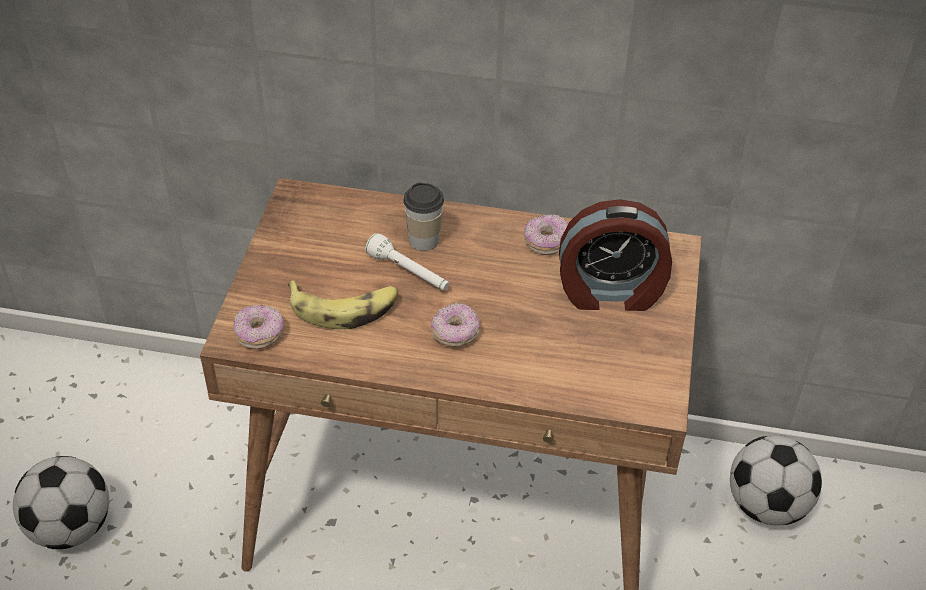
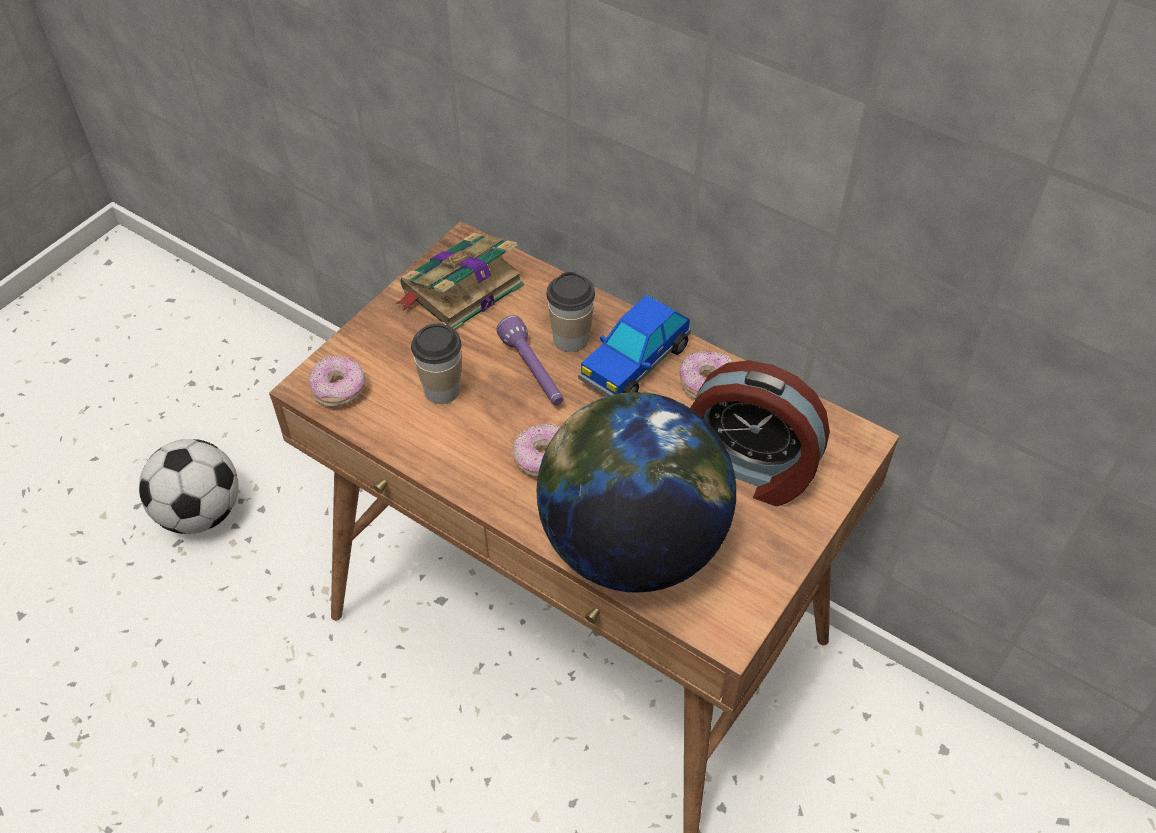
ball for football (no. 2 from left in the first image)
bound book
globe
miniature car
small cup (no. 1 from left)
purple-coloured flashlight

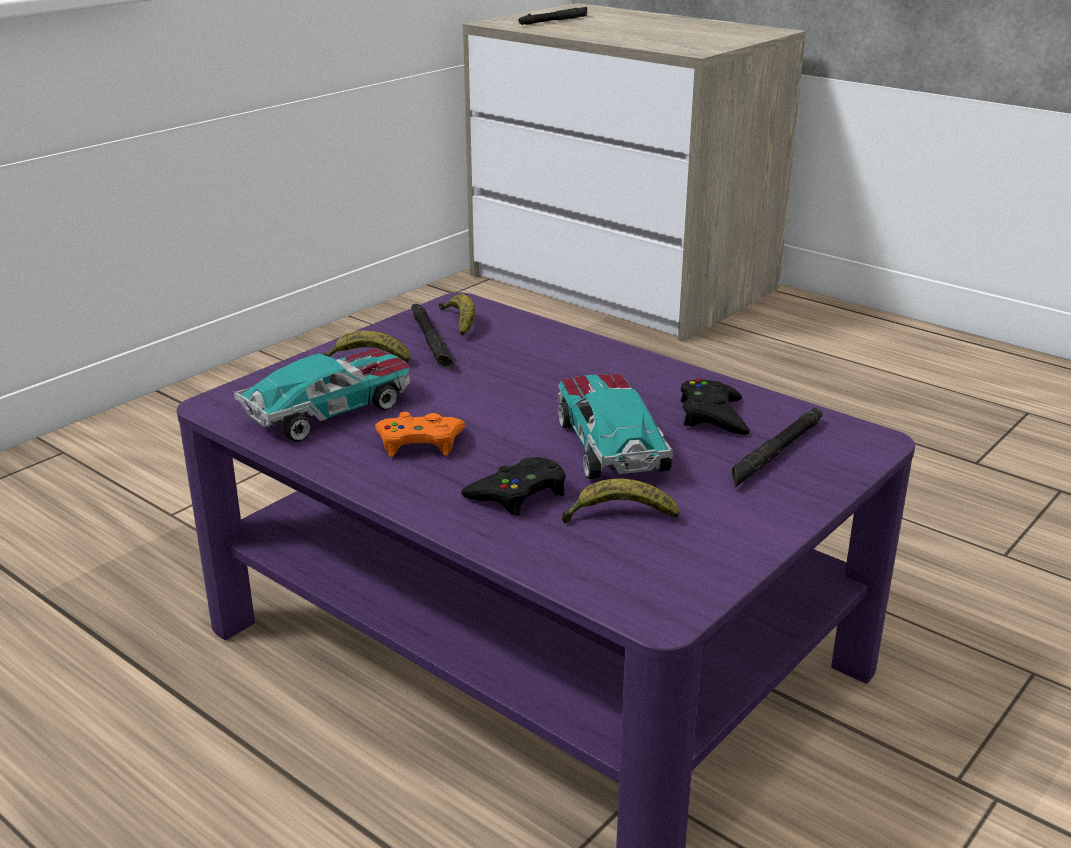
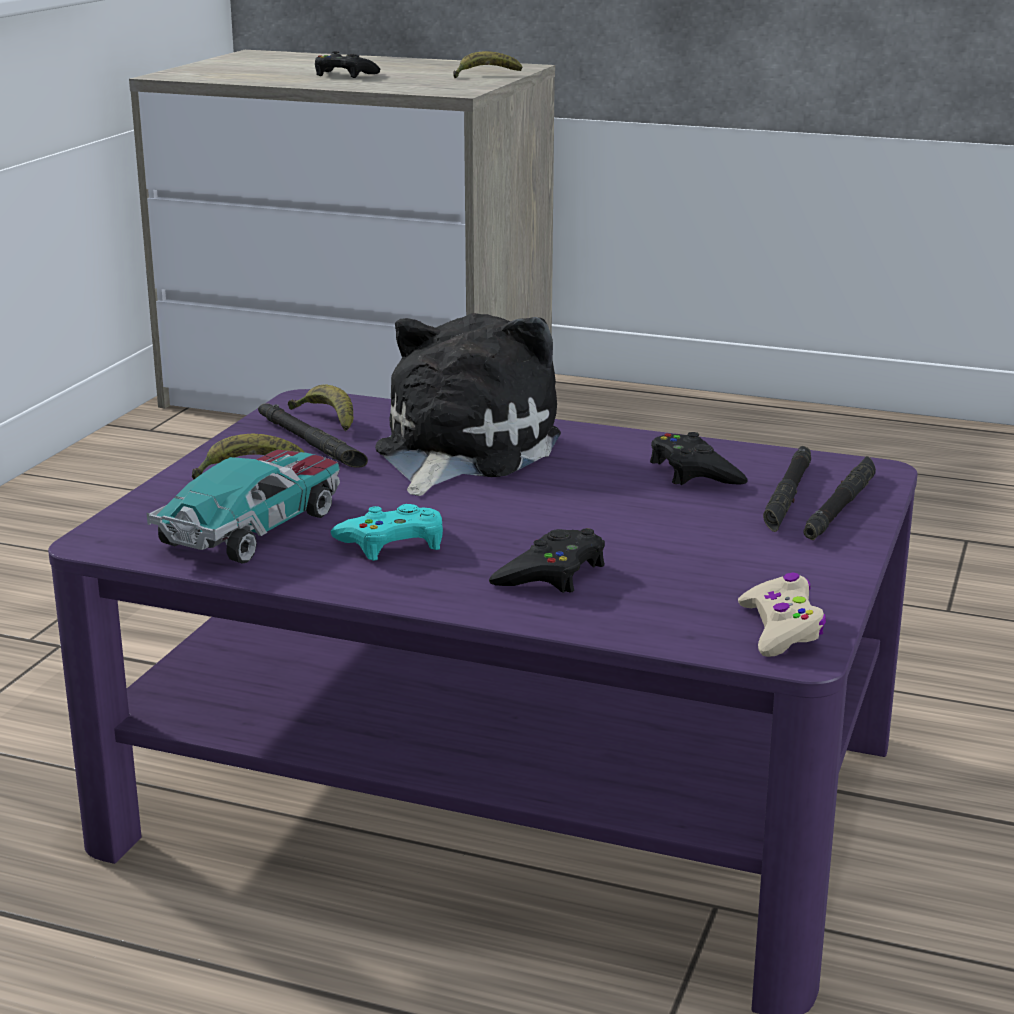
miniature car (no. 2 from left in the first image)
black game controller (no. 1 from left)
plush toy
beige-coloured game controller
black flashlight (no. 3 from left)
banana fruit (no. 3 from left)
blue-green game controller

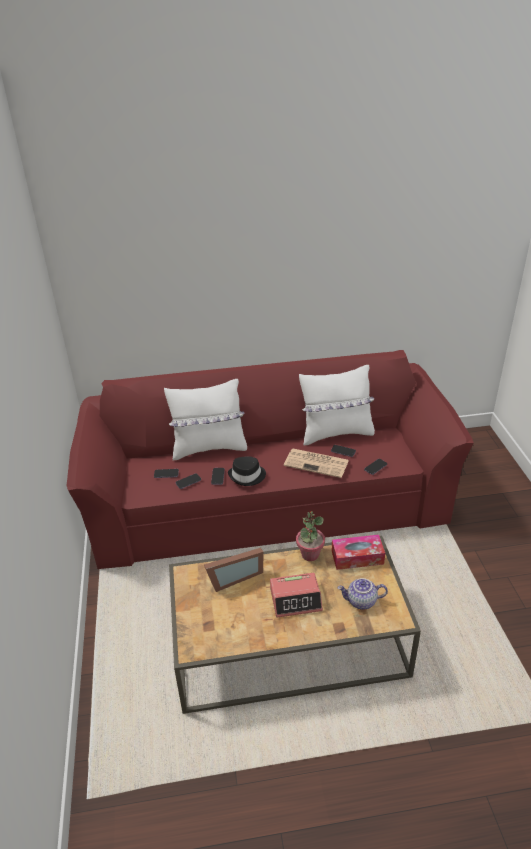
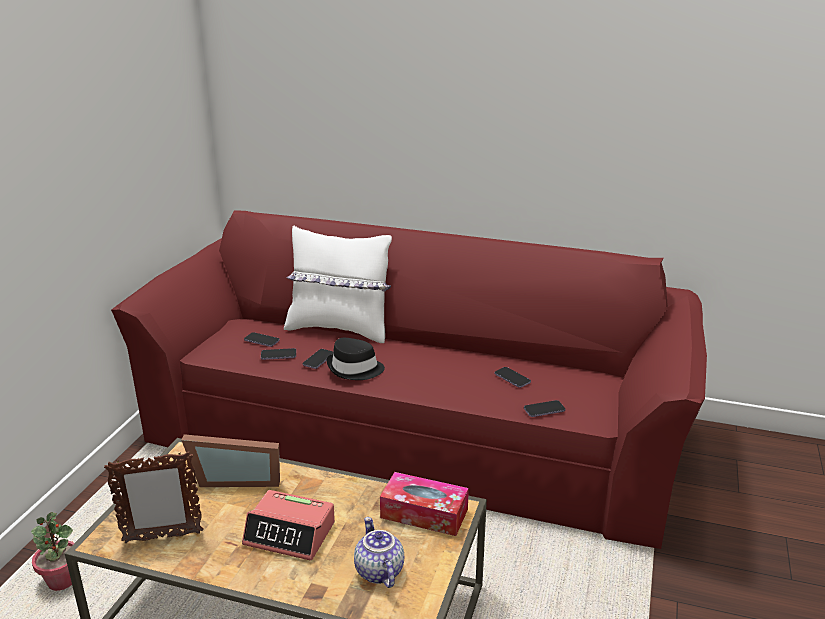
printed paper
whitish cushion (no. 2 from left in the first image)
standing frame (no. 1 from left)
potted plant
tea pot

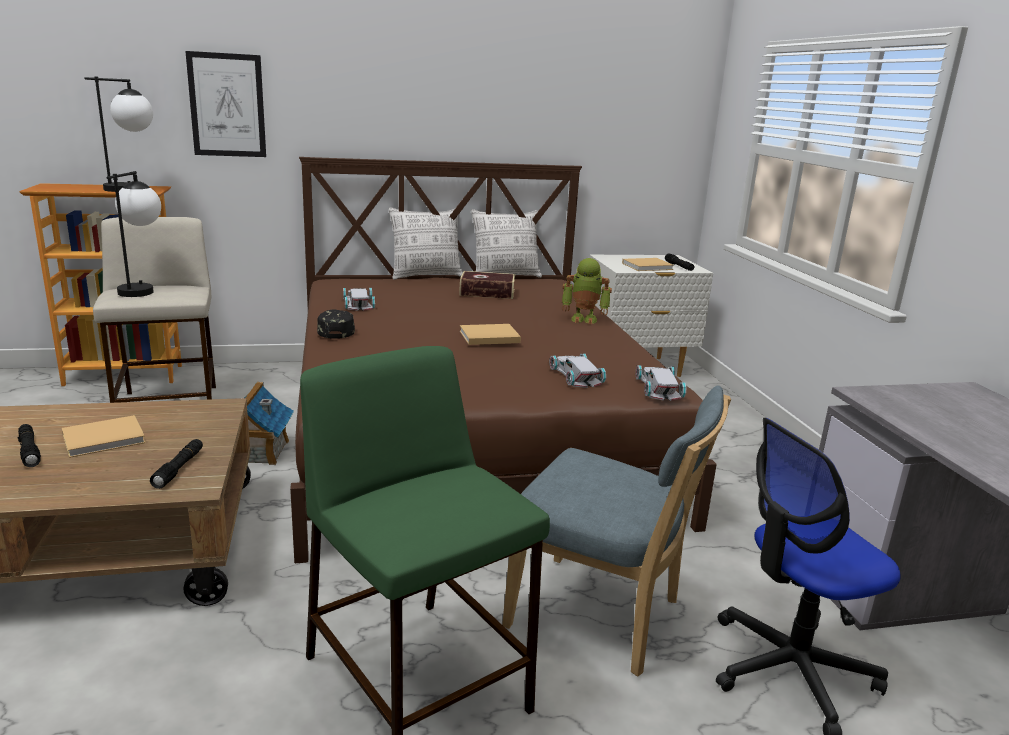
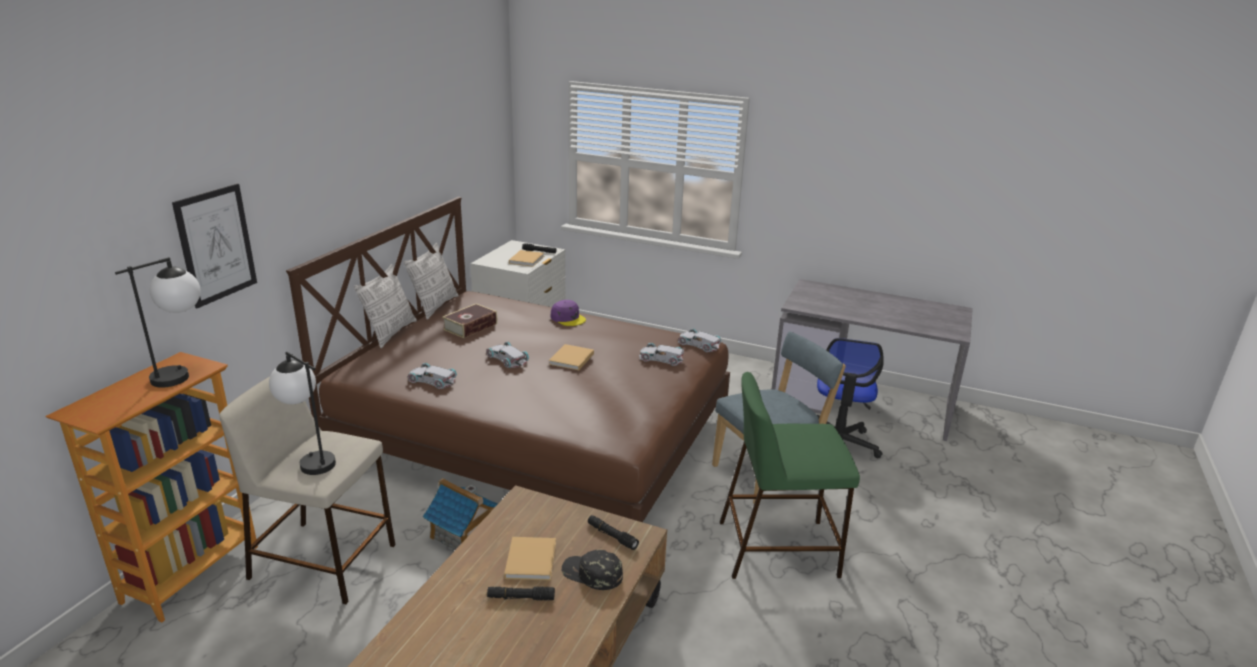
whitish miniature car (no. 2 from left)
black cap
purple-coloured cap

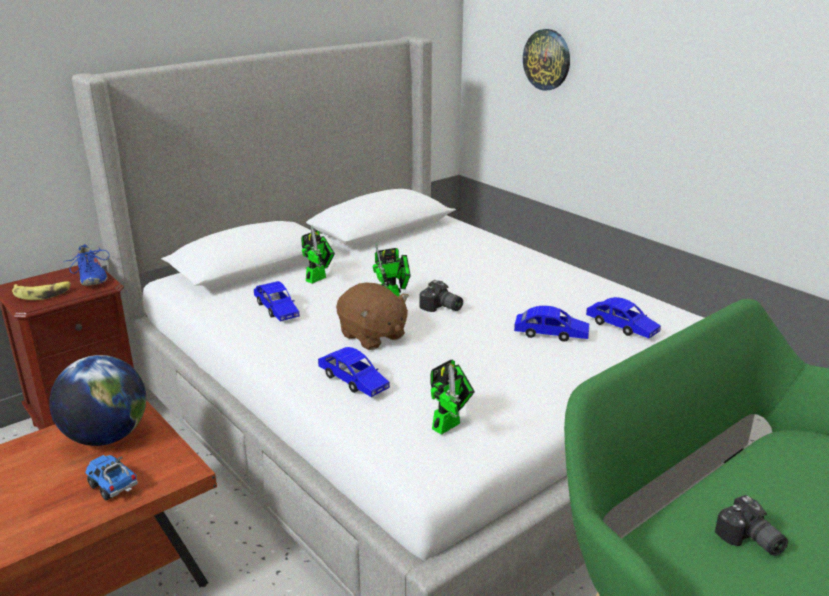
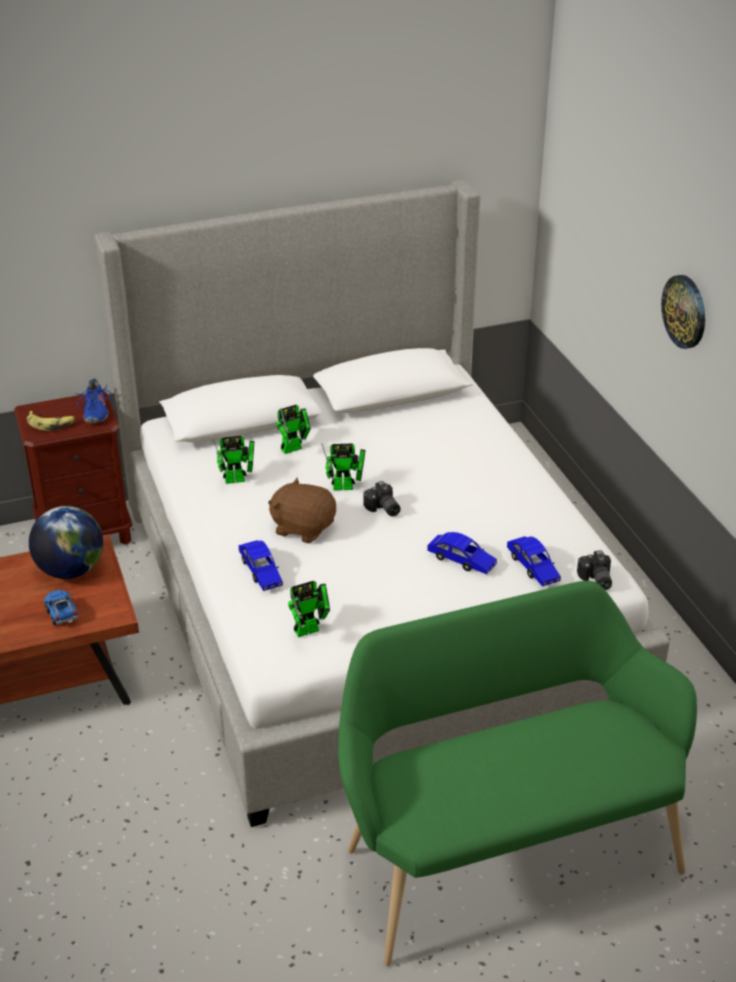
wall clock
still camera (no. 2 from left)
model robot (no. 1 from left)
brown plush toy

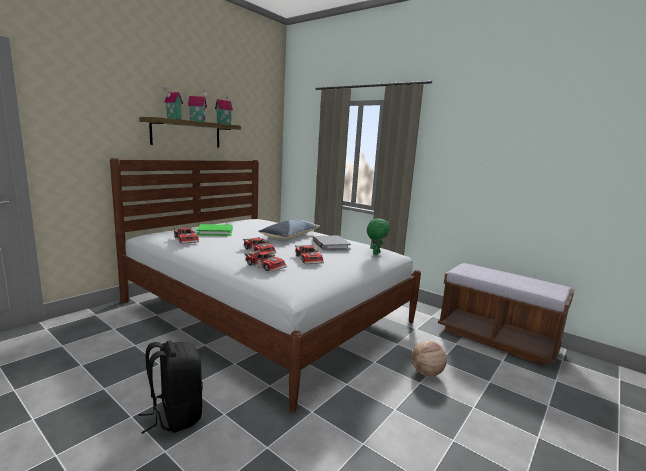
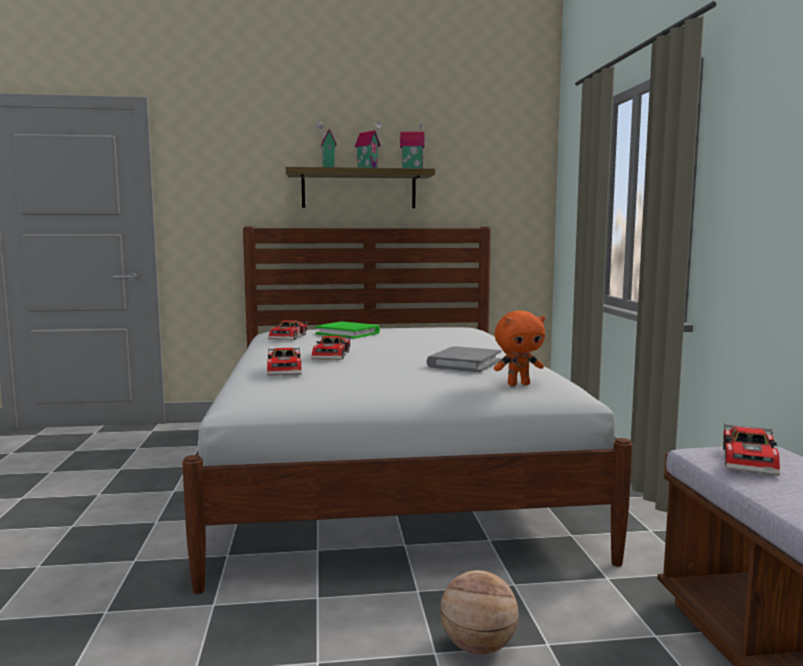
black backpack
cushion
miniature car (no. 4 from left)
orangey plush toy

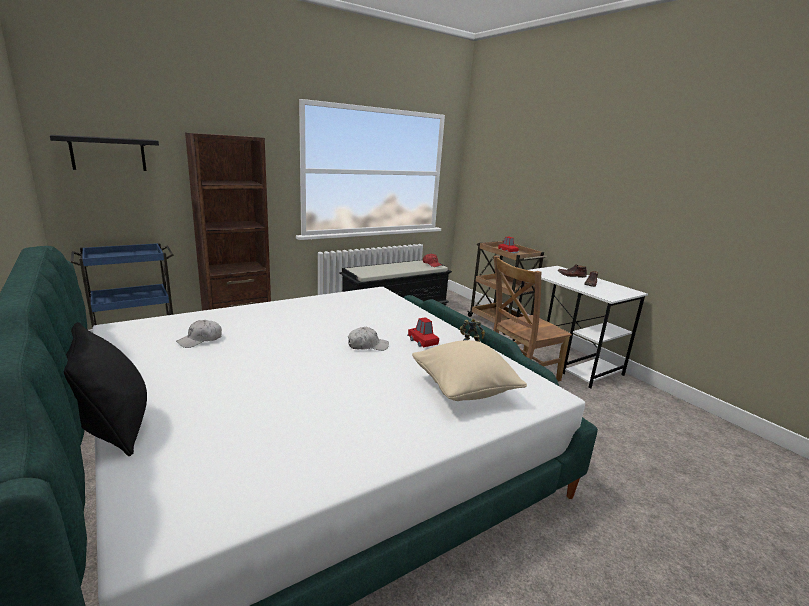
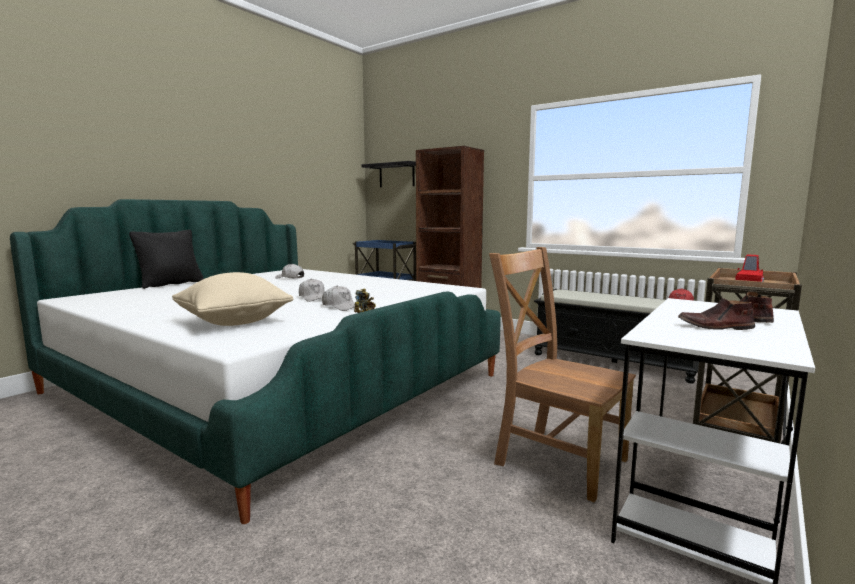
whitish cap (no. 3 from left)

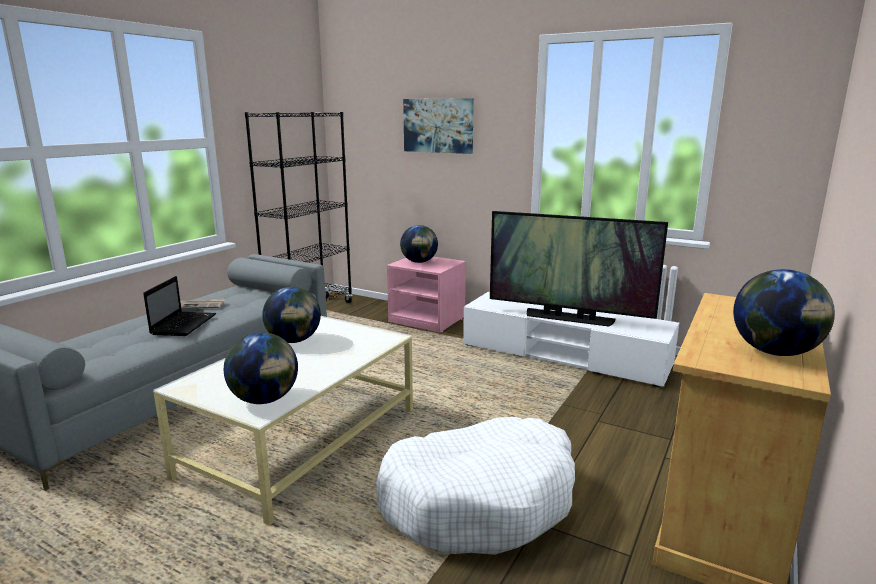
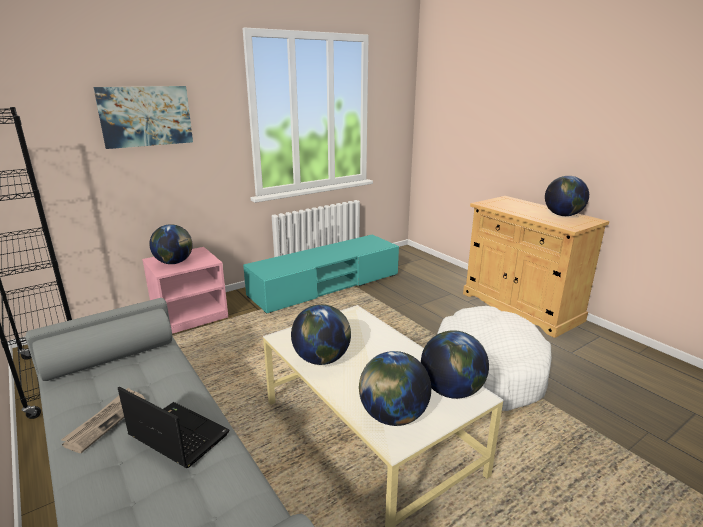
TV set
globe (no. 3 from left)
blue-green media console

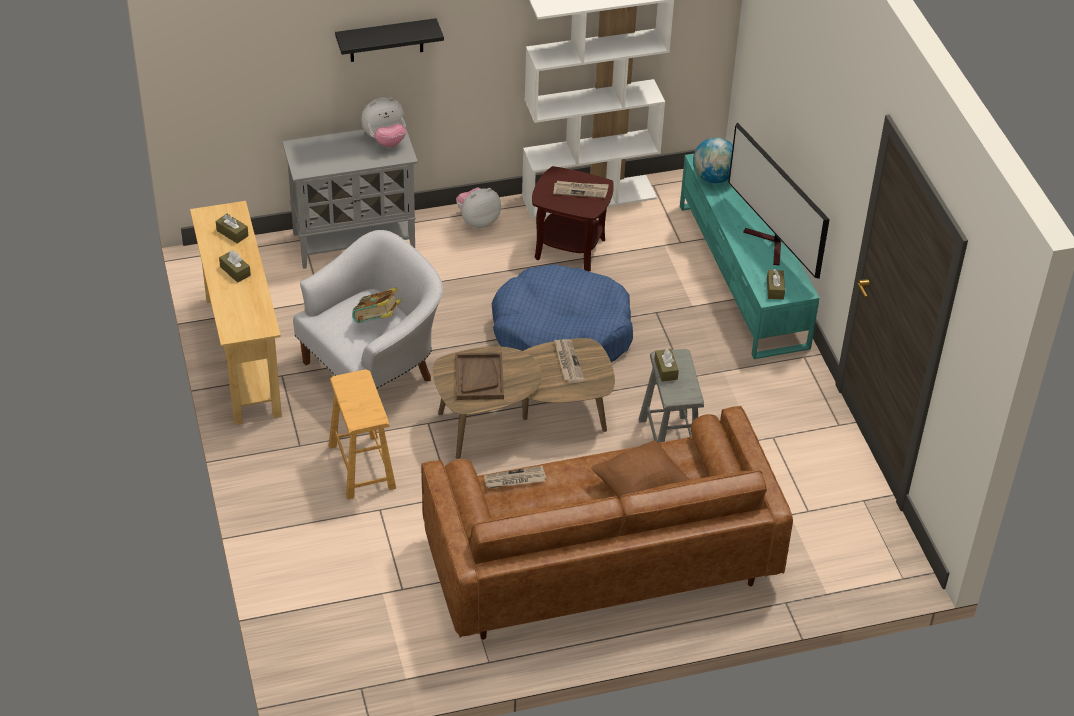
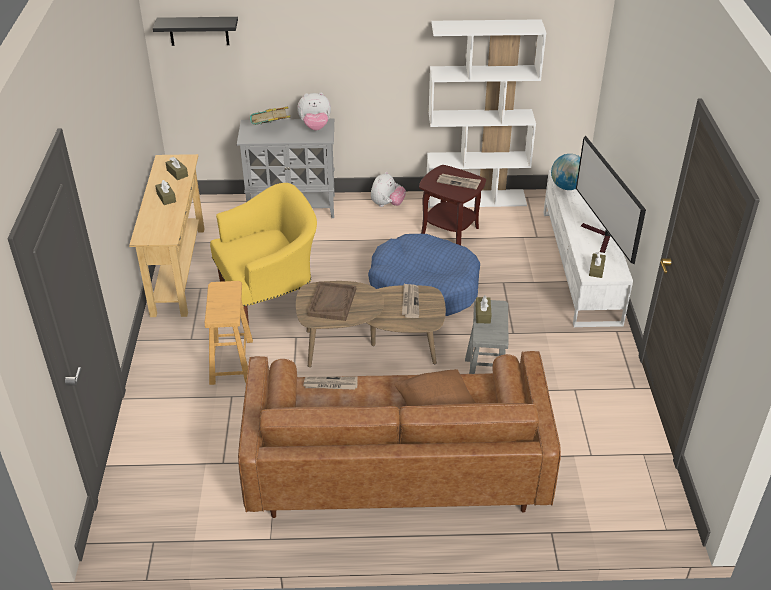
black bracket shelf
bound book
yellow easy chair
whitish media console
plush toy (no. 2 from left)

